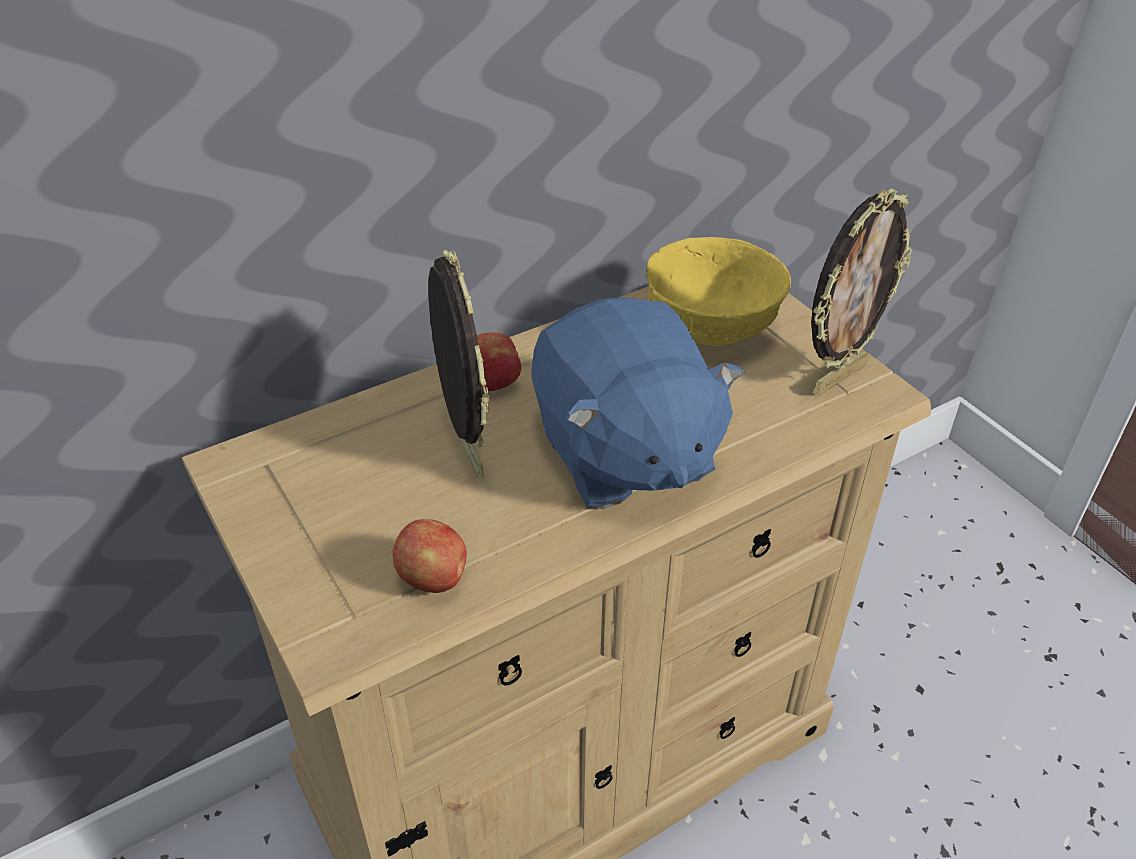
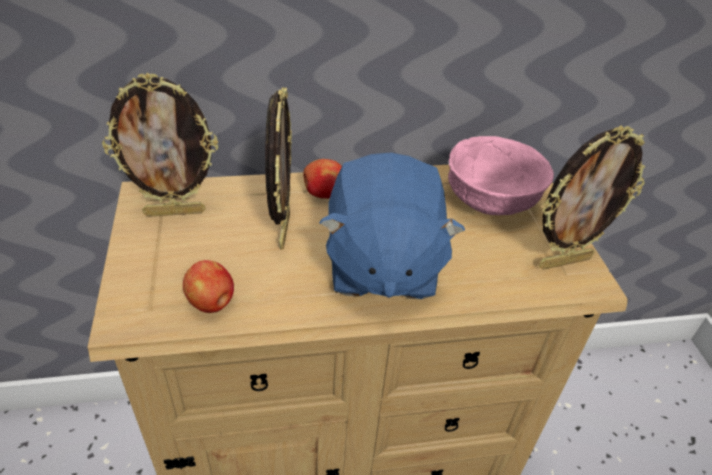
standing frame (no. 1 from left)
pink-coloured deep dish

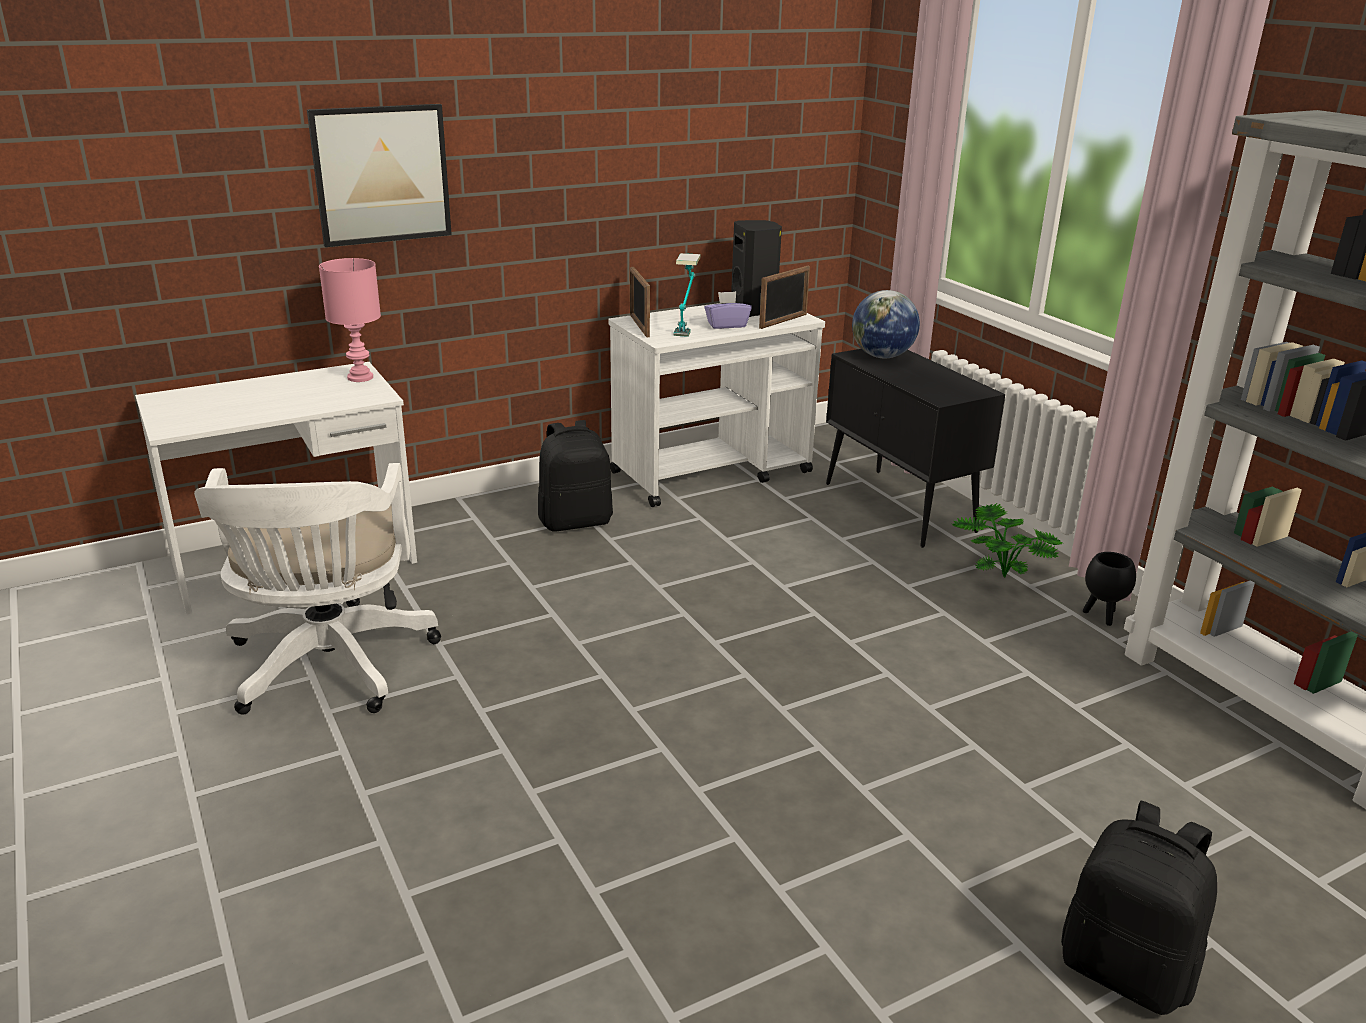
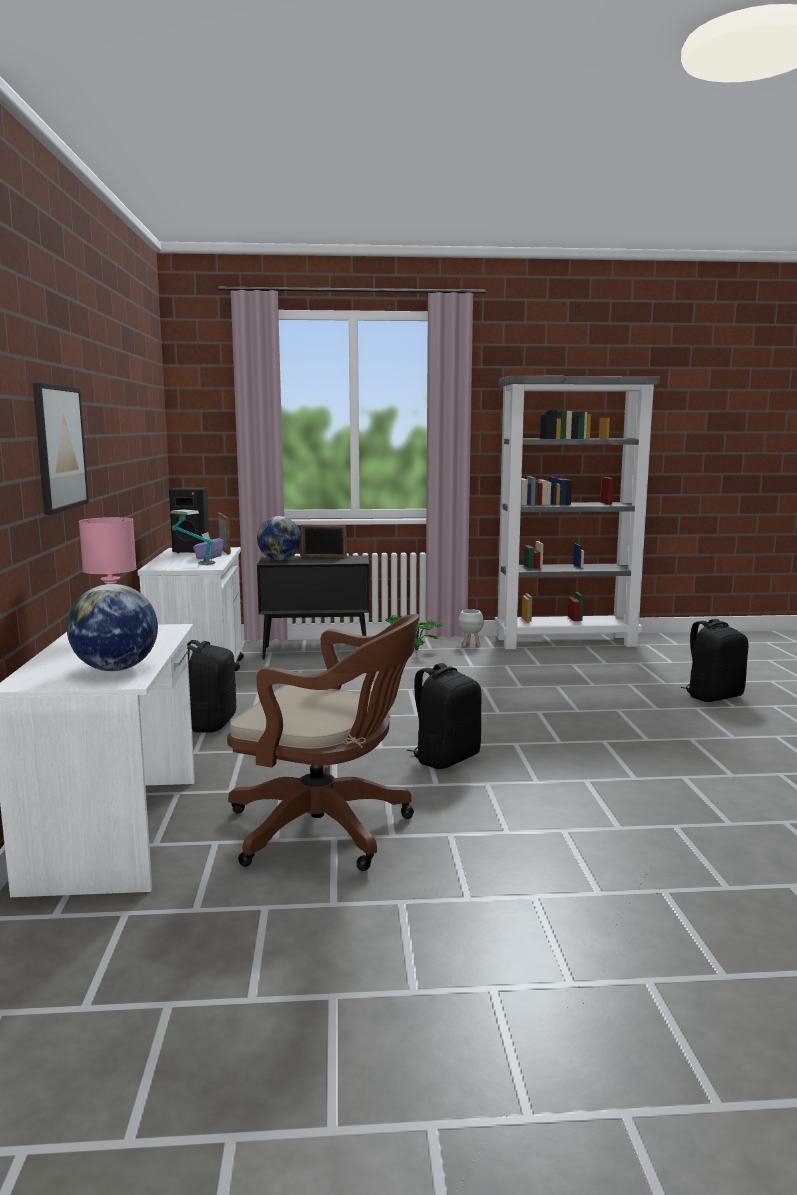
globe (no. 1 from left)
black backpack (no. 2 from left)
standing frame (no. 2 from left)
brown office chair
whitish plant pot

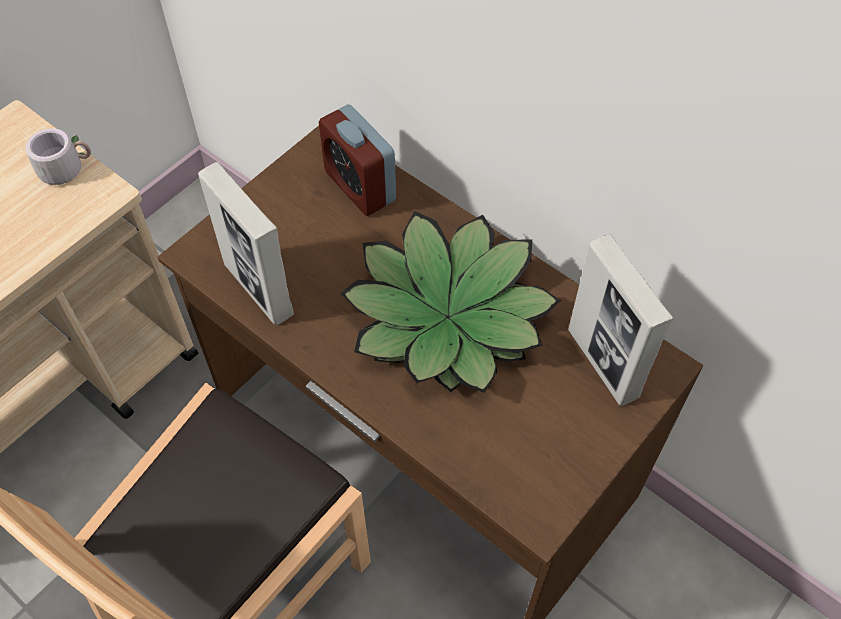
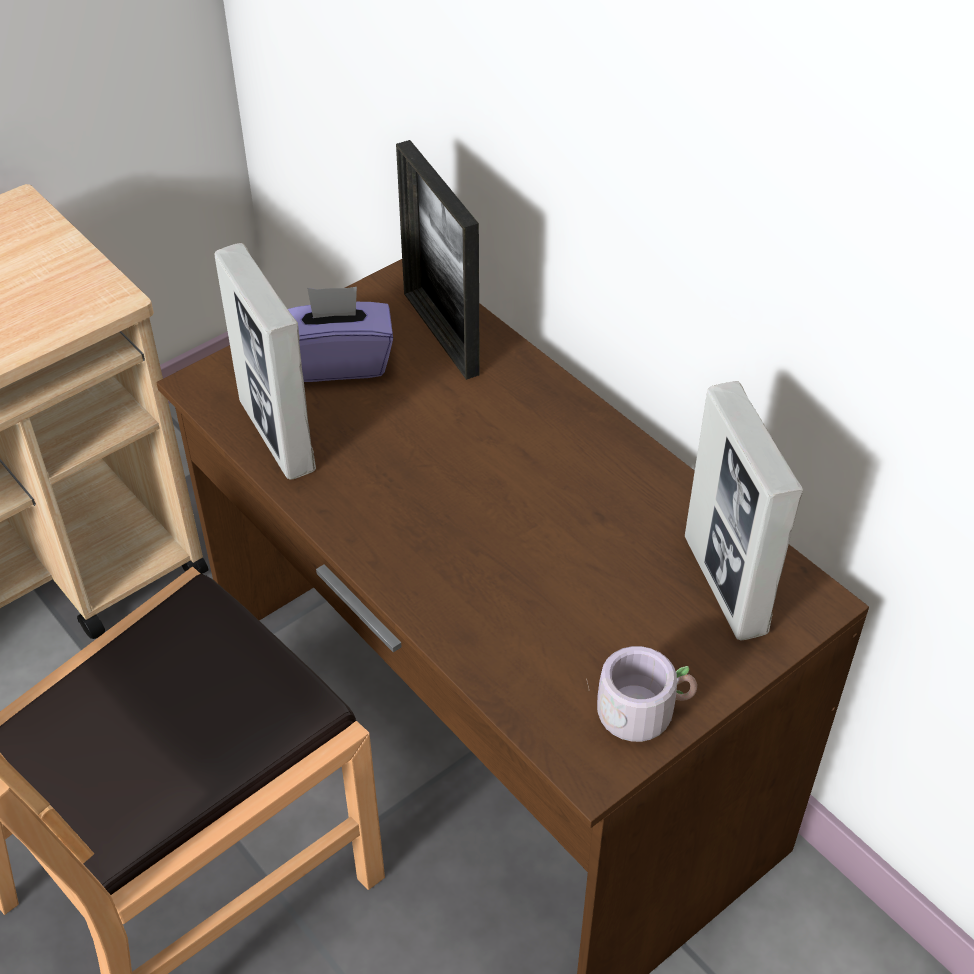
potted plant
purple-coloured tissue box
gray coffee mug
standing frame (no. 2 from left)

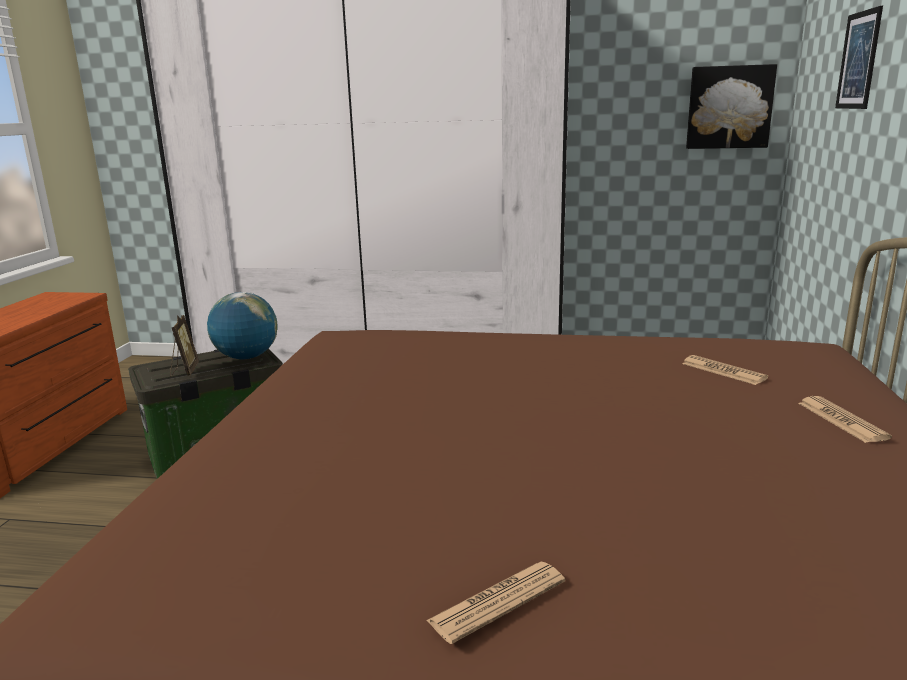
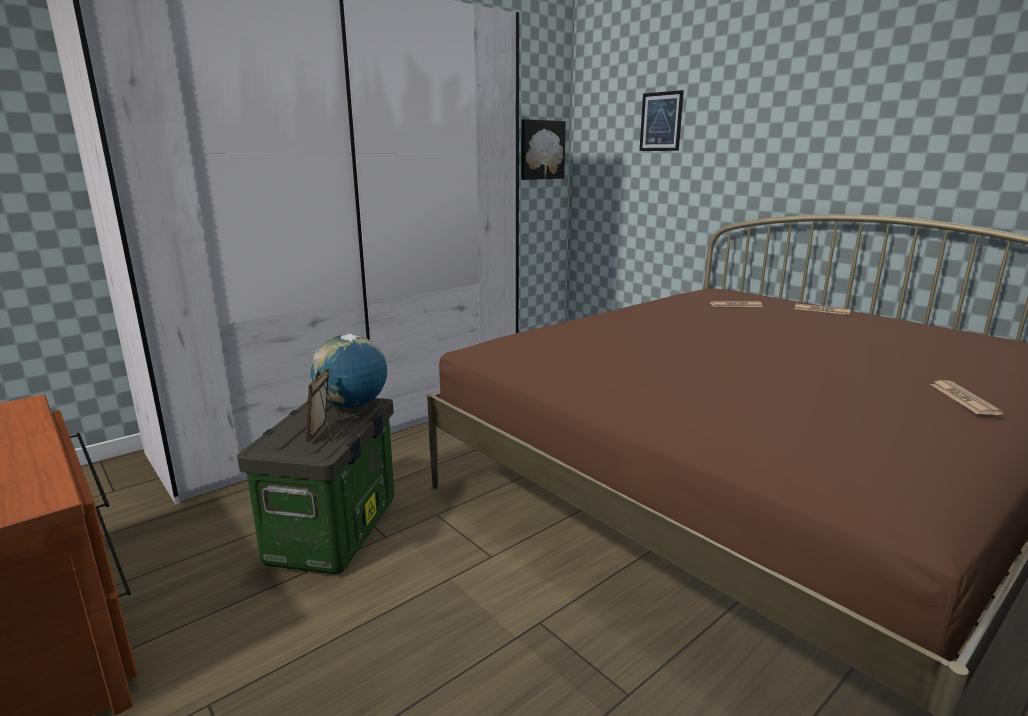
standing frame

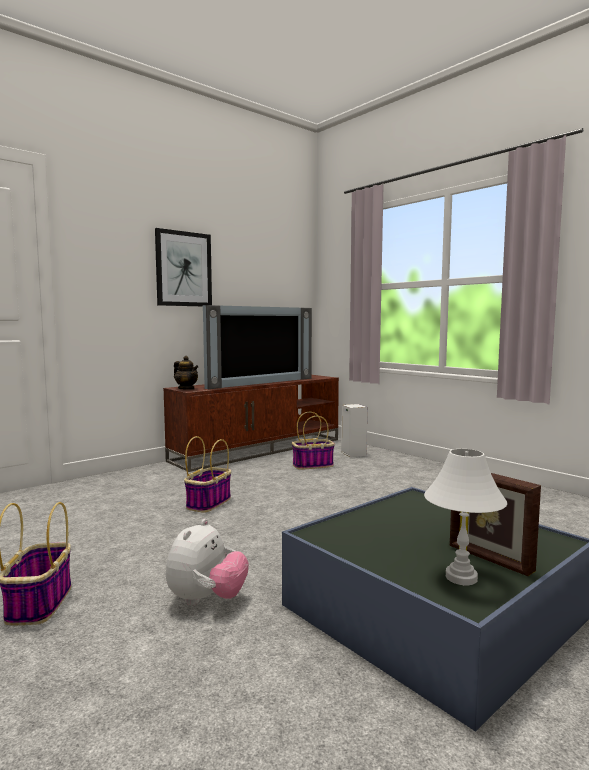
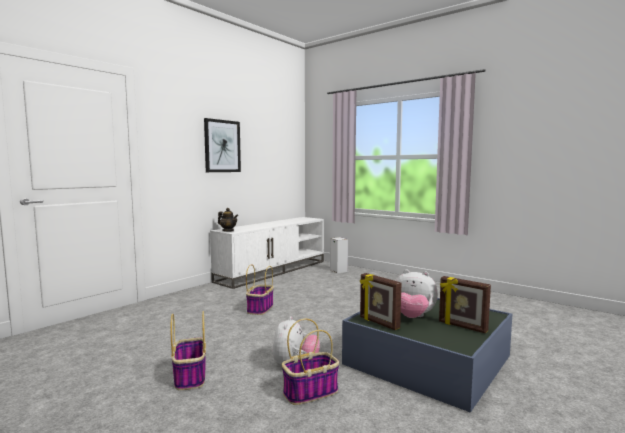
TV set
whitish tabletop lamp
standing frame (no. 1 from left)
plush toy (no. 2 from left)
basket (no. 3 from left)
whitish media console

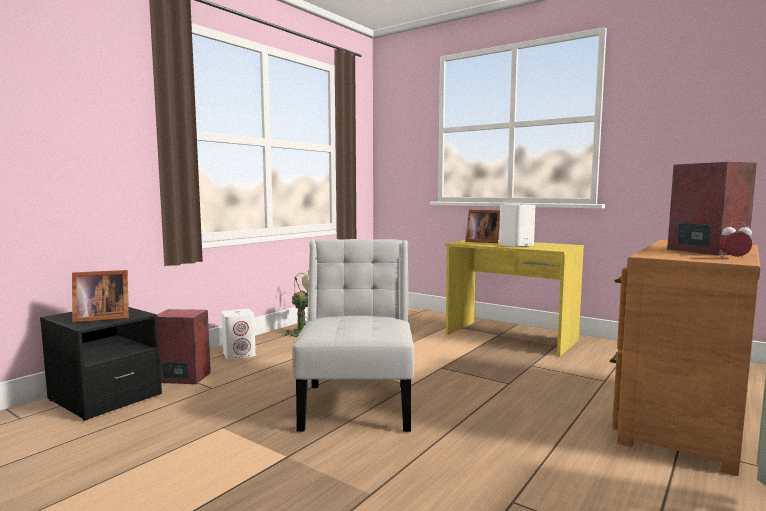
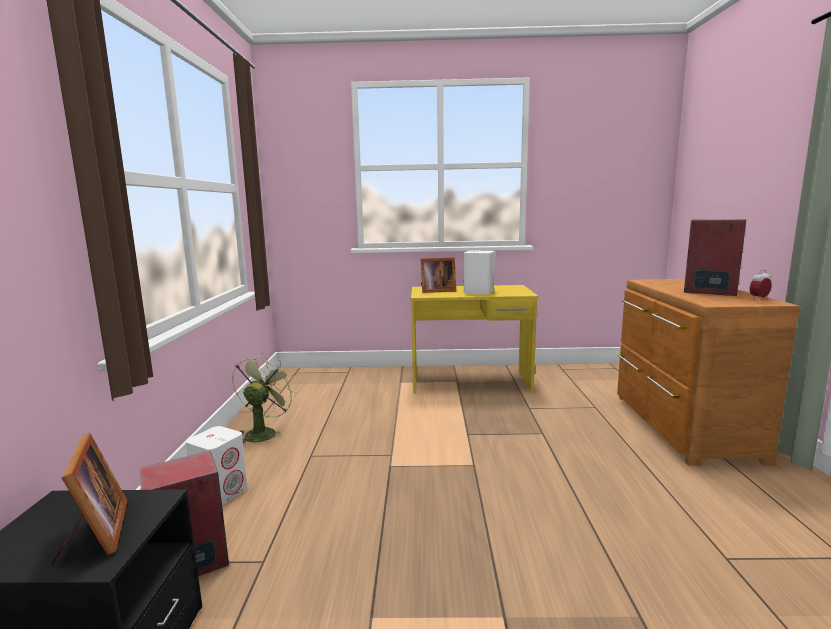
whitish upright chair
standing frame (no. 1 from left)

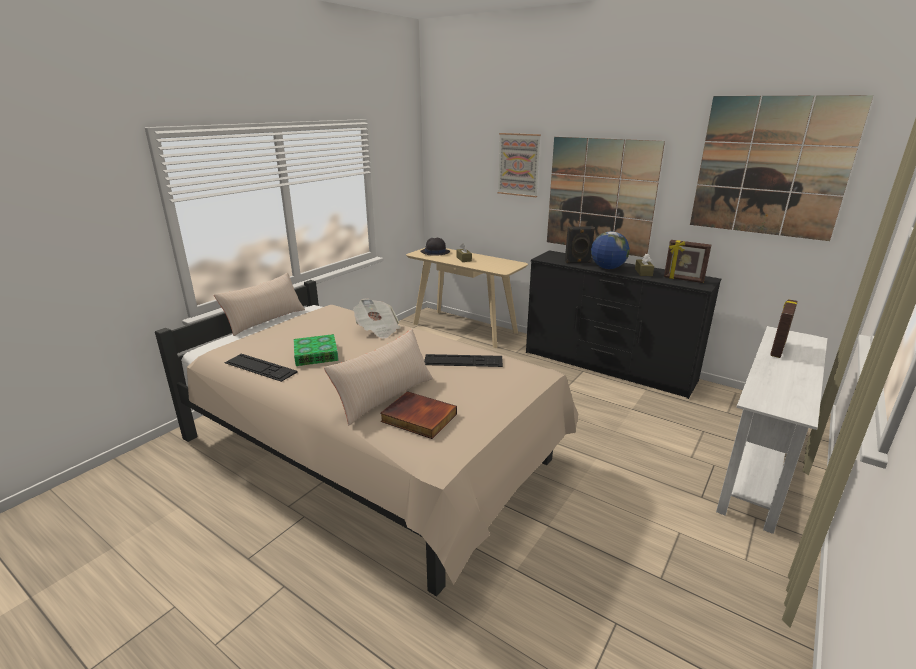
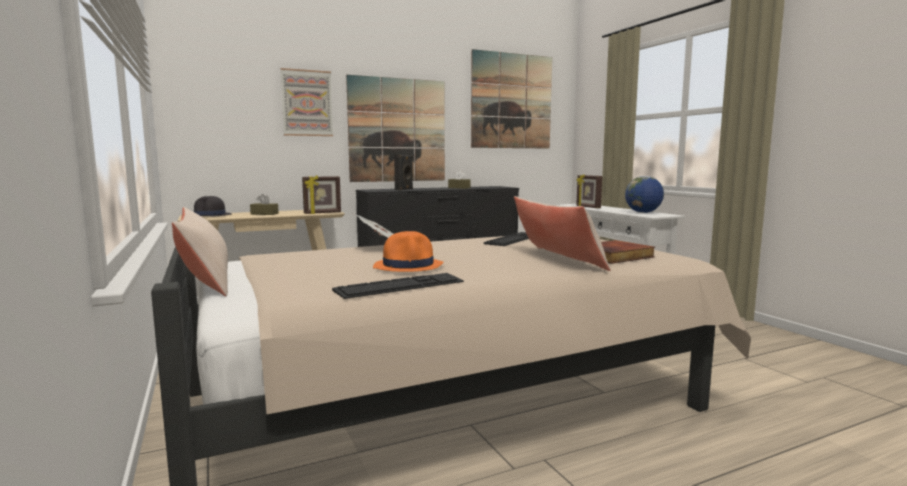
globe
standing frame (no. 1 from left)
orangey hat

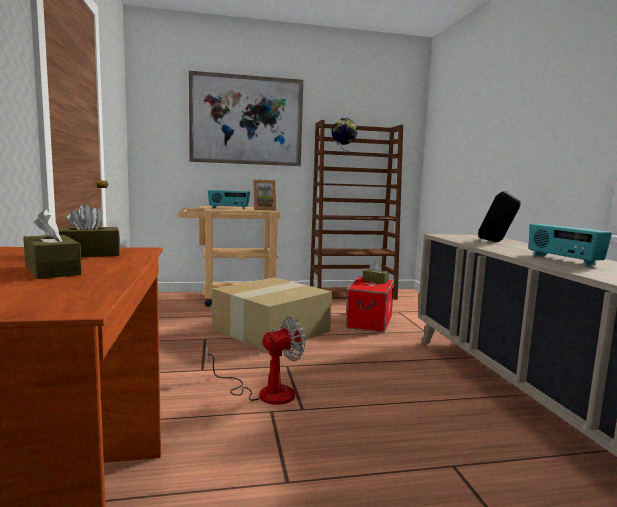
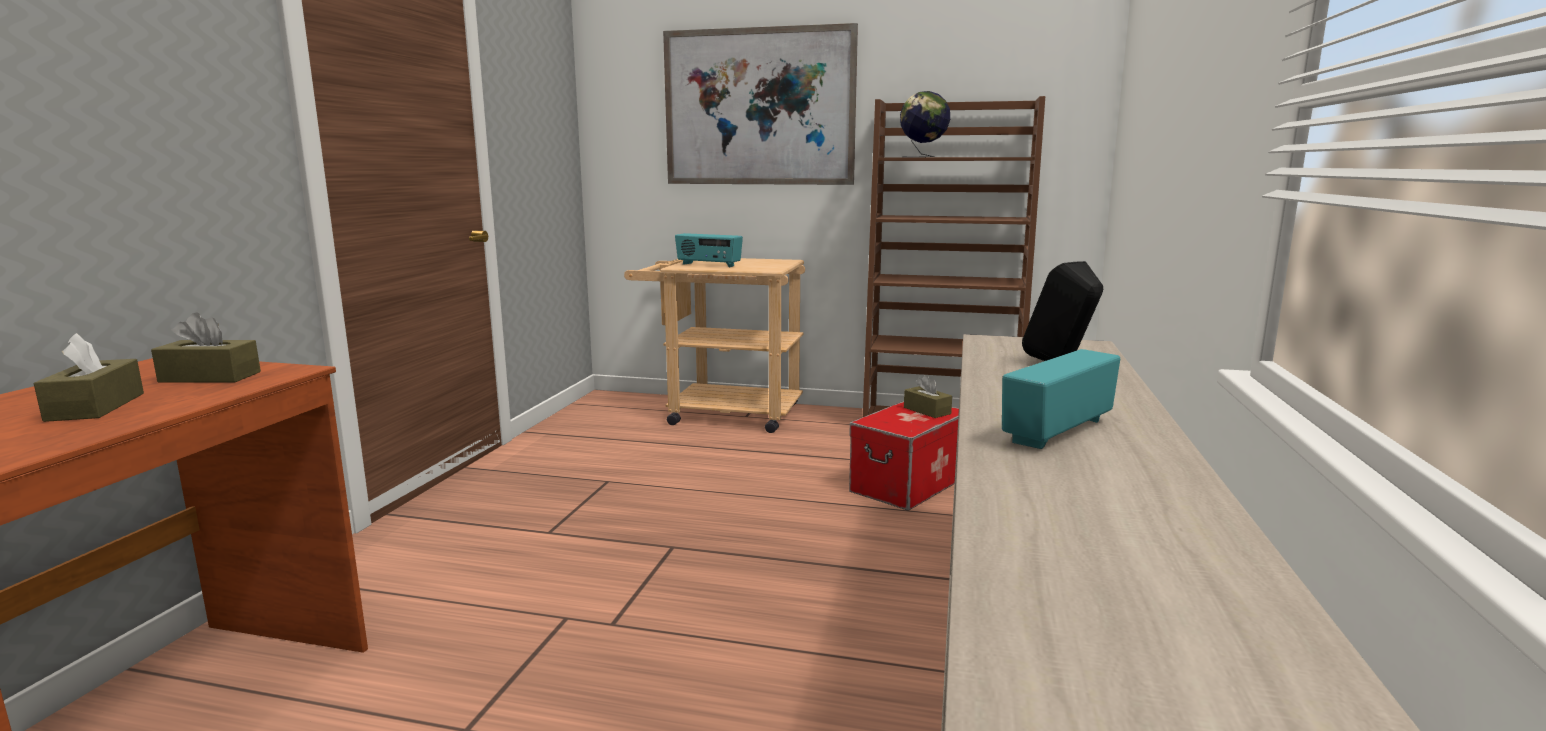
electric fan
cardboard box
standing frame
radio set (no. 2 from left)

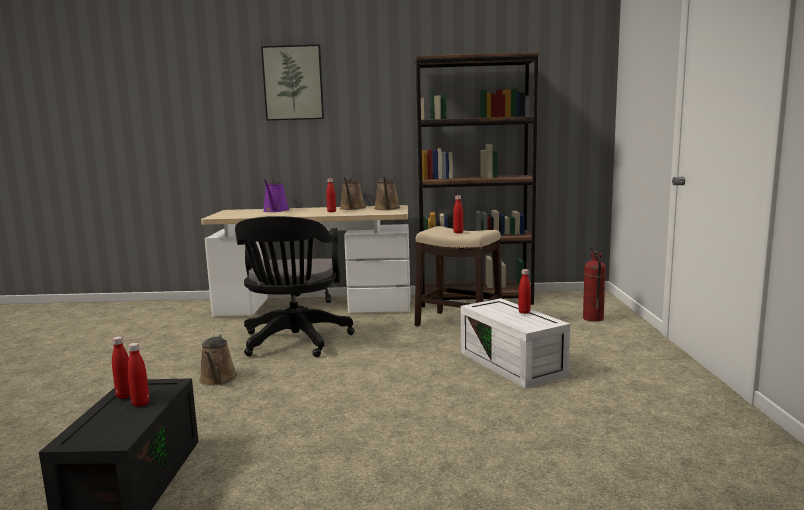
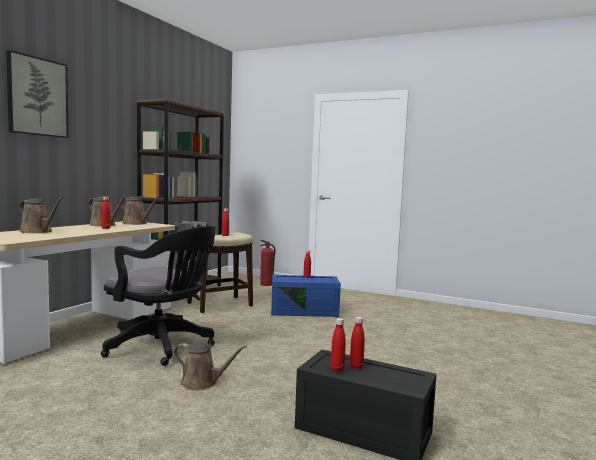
brown sprinkling can (no. 1 from left)
blue storage box

